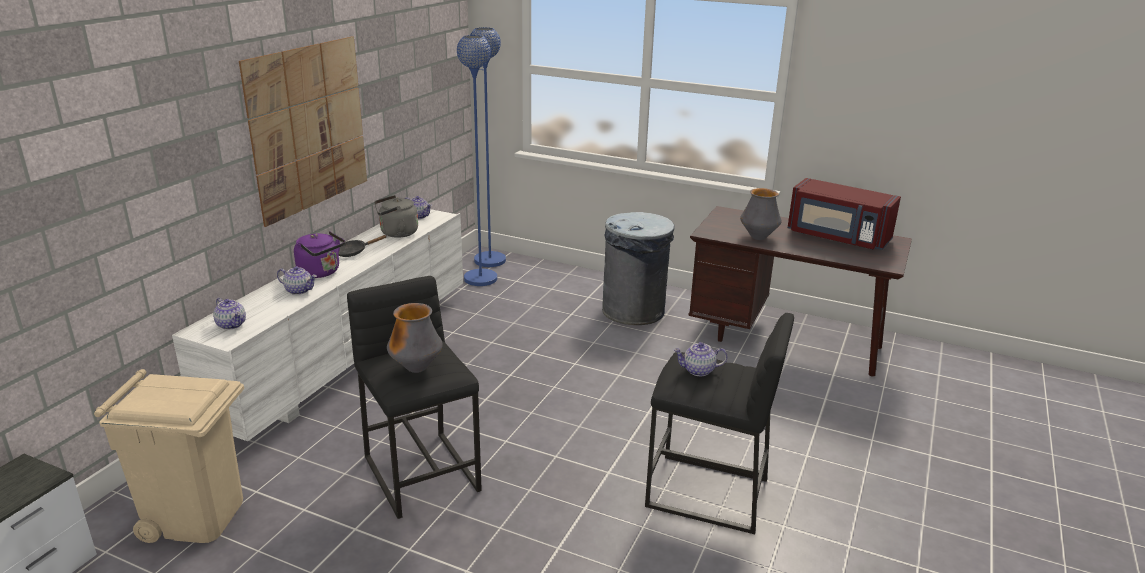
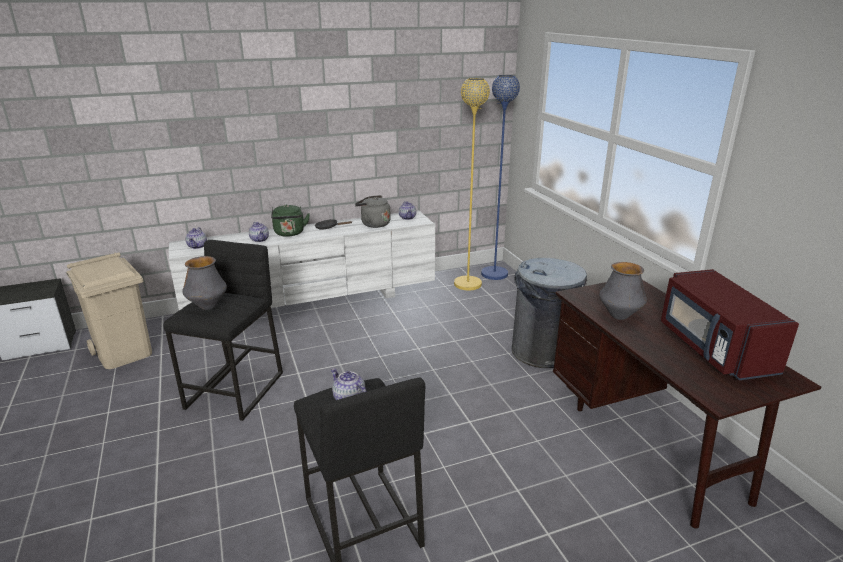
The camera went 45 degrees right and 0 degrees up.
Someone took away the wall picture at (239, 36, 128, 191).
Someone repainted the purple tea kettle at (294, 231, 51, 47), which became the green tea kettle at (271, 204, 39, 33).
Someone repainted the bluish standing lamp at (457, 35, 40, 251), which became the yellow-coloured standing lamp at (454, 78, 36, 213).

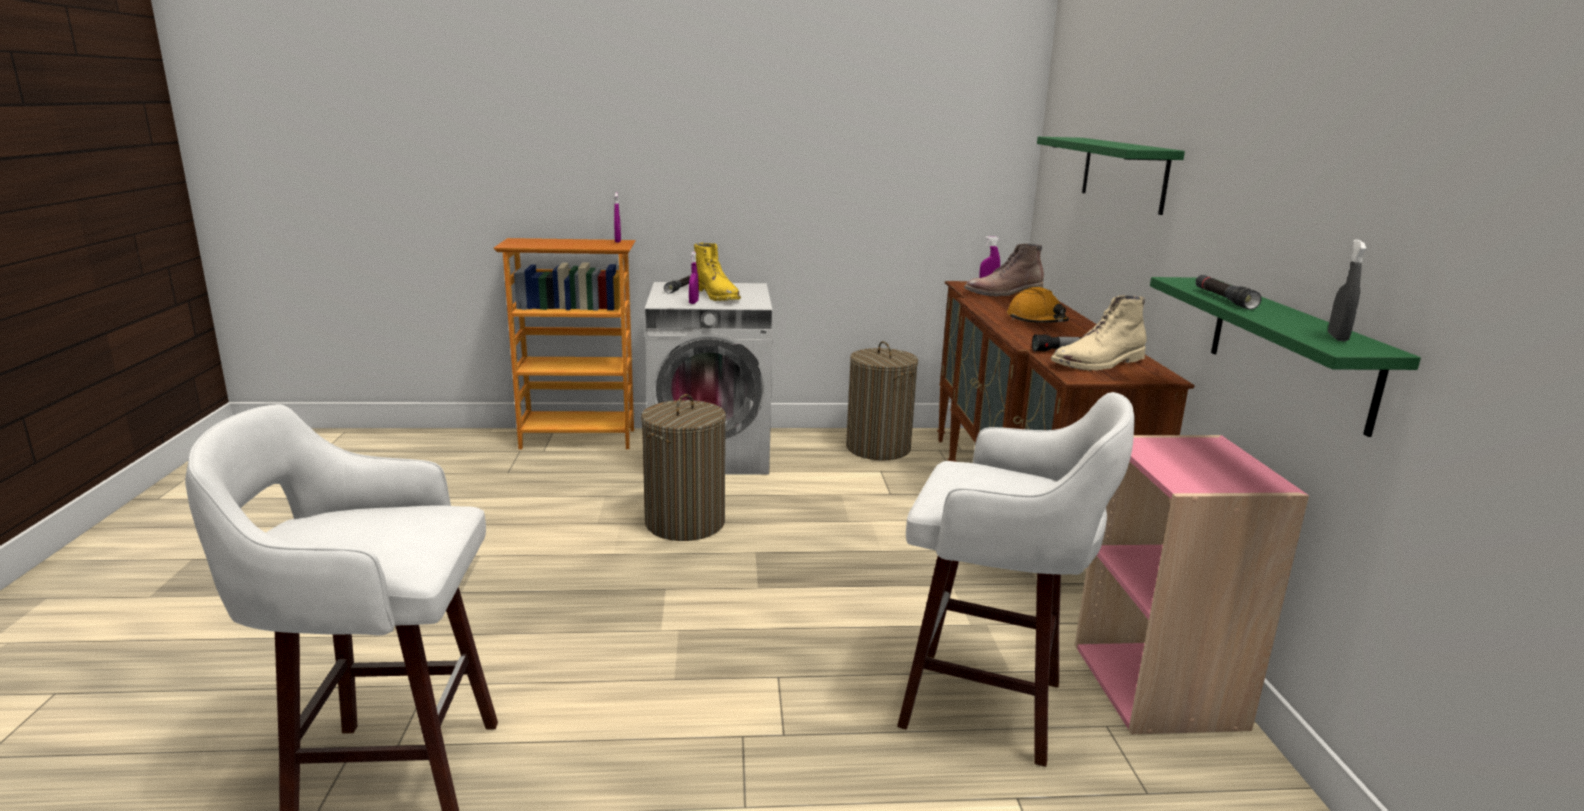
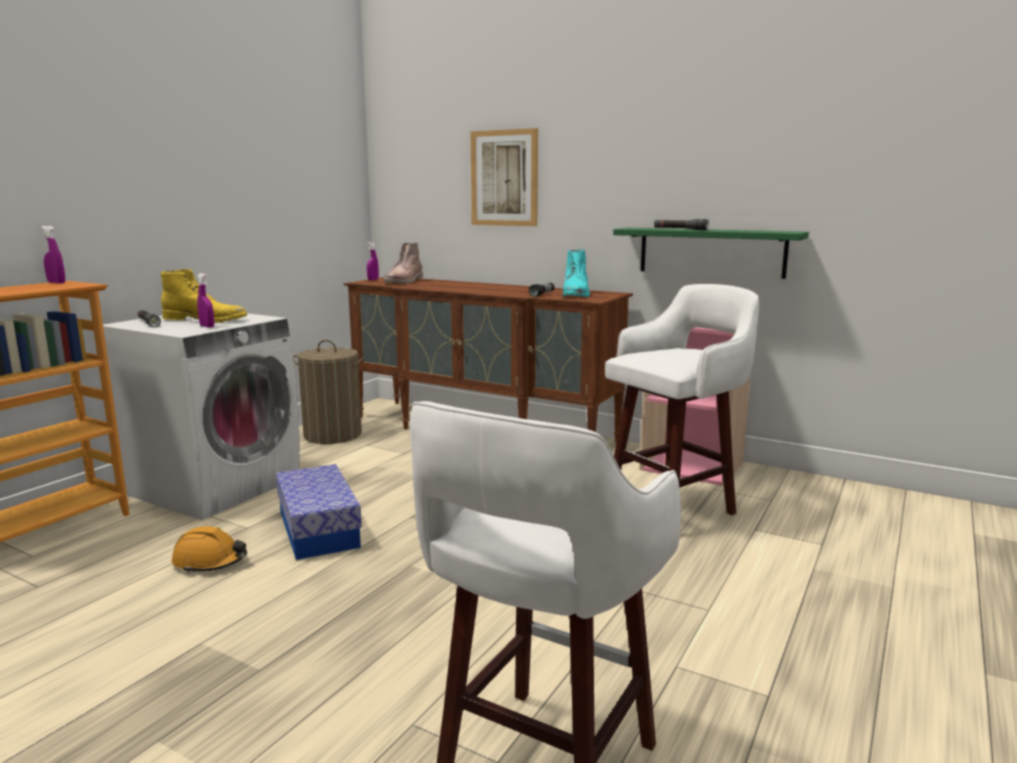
The camera went 55 degrees left and 5 degrees down.
Someone took away the greyish sprayer at (1328, 240, 39, 101).
Someone carried the orange-coloured hard hat from (1007, 287, 62, 36) to (171, 526, 76, 48).
Someone swapped the hamper at (641, 394, 85, 147) for the storage bin at (276, 464, 86, 96).
Someone swapped the green shelf at (1037, 137, 148, 78) for the wall picture at (471, 128, 67, 98).
Someone repainted the beige-coloured boot at (1051, 295, 96, 76), which became the turquoise-coloured boot at (563, 249, 27, 48).

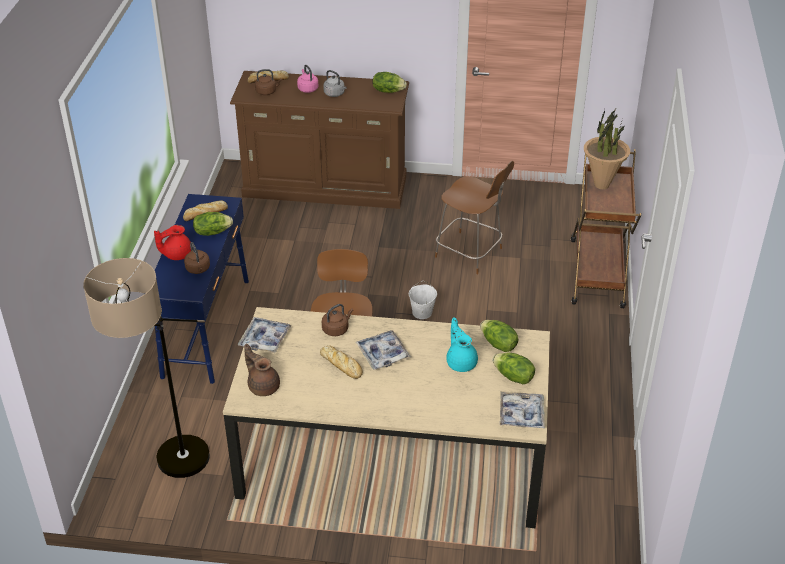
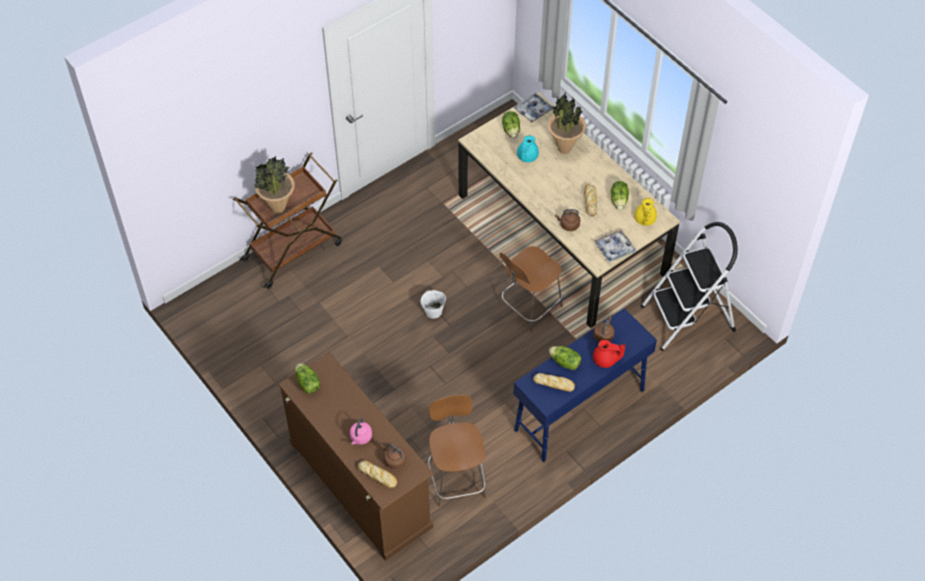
The camera went 135 degrees left and 15 degrees up.
Someone took away the greyish tea kettle at (323, 70, 24, 27).
Someone took away the serving tray at (356, 330, 55, 40).
Someone put down the houseplant at (547, 92, 39, 62).
Someone carried the brownish upright chair from (435, 161, 79, 113) to (428, 395, 58, 112).
Someone carried the lettuce from (480, 320, 39, 32) to (611, 181, 18, 29).
Someone swapped the standing lamp at (83, 258, 127, 220) for the step ladder at (641, 222, 97, 129).
Someone repainted the brownish tea pot at (244, 344, 36, 52), which became the yellow-coloured tea pot at (634, 198, 23, 28).

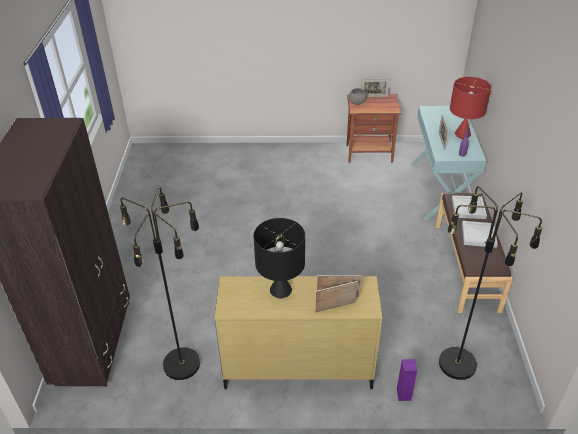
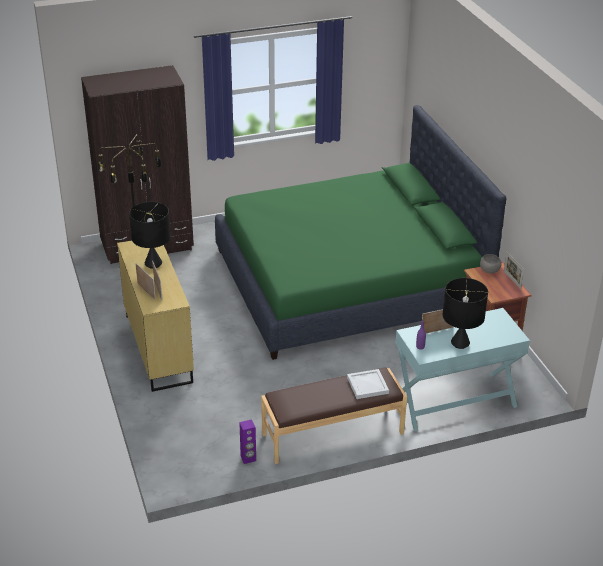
The camera went 70 degrees right and 5 degrees down.
Someone took away the standing lamp at (439, 186, 103, 194).
Someone took away the whitish serving tray at (462, 221, 36, 27).
Someone put down the green bed at (215, 105, 291, 255).
Someone carried the purple audio speaker from (397, 359, 20, 42) to (239, 419, 17, 45).
Someone repainted the reddish table lamp at (450, 77, 41, 62), which became the blackish table lamp at (443, 278, 45, 71).

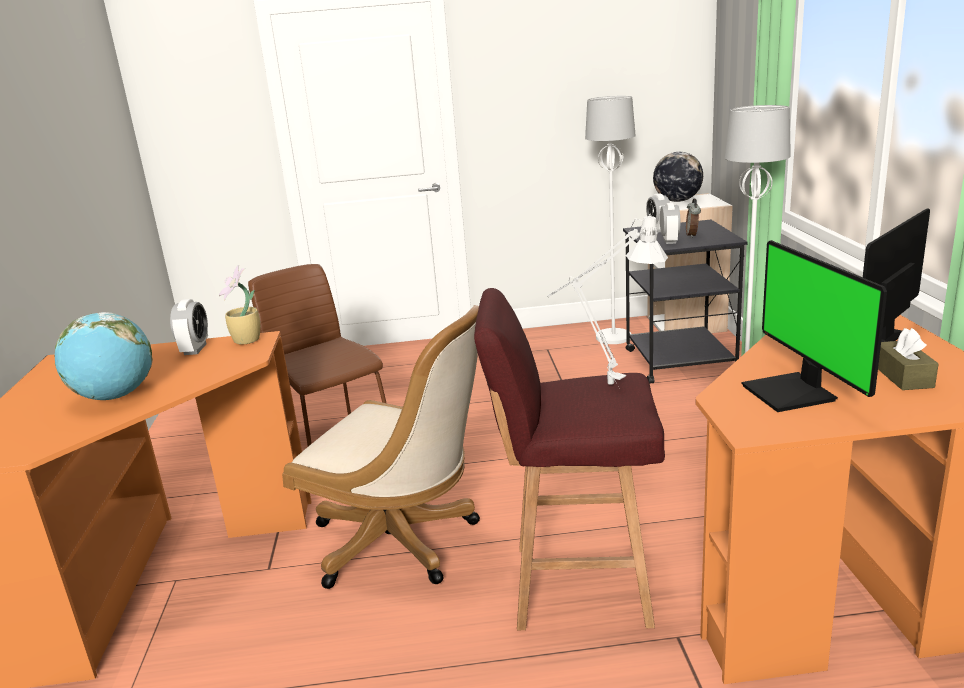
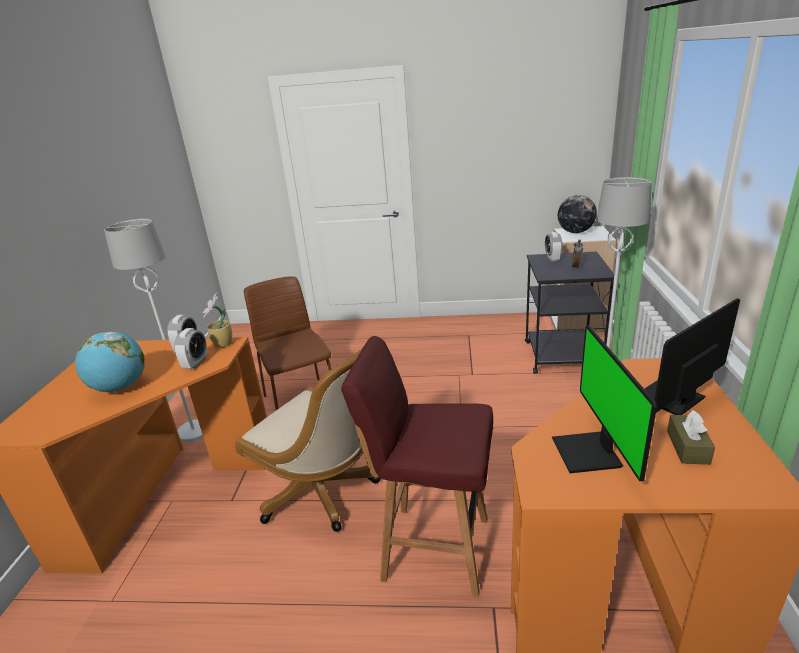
The camera went 10 degrees right and 5 degrees up.
Someone took away the greyish table lamp at (547, 214, 121, 171).
Someone carried the whitish standing lamp from (585, 96, 51, 248) to (104, 219, 99, 223).
Someone carried the alarm clock from (660, 203, 20, 41) to (174, 328, 34, 41).

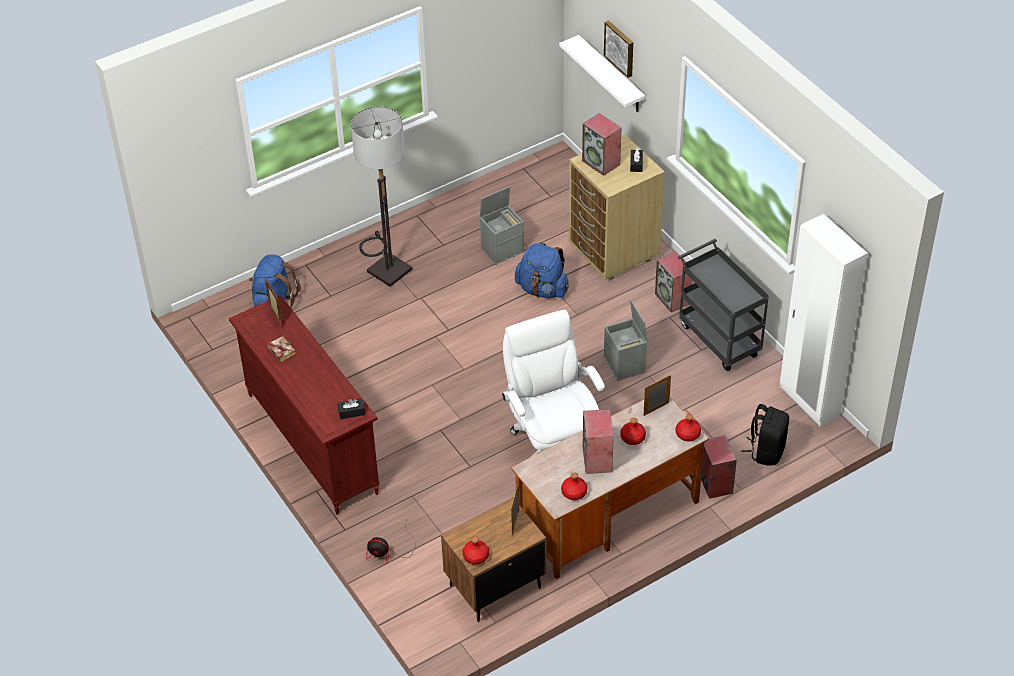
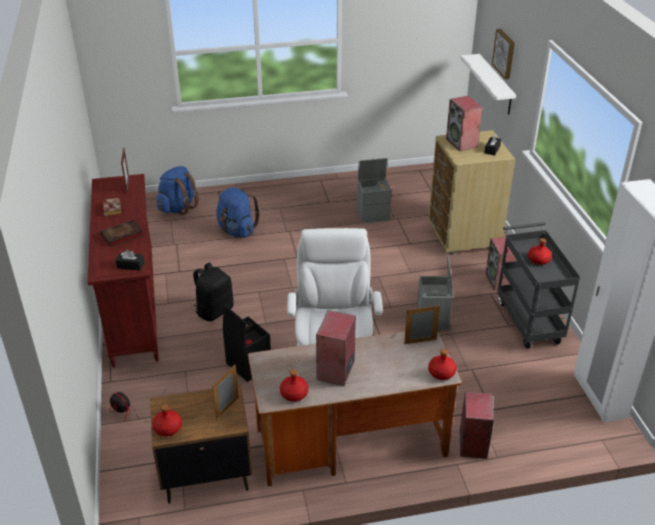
The camera went 20 degrees right and 10 degrees down.
Someone took away the standing lamp at (351, 106, 61, 181).
Someone put down the bound book at (100, 220, 44, 27).
Someone put down the blackish storage bin at (223, 304, 48, 78).
Someone carried the bluish rucksack from (515, 243, 54, 55) to (216, 187, 44, 51).
Someone carried the reddish beverage bottle from (620, 418, 26, 27) to (528, 238, 24, 27).
Someone carried the blackish rucksack from (742, 404, 47, 62) to (193, 262, 41, 59).

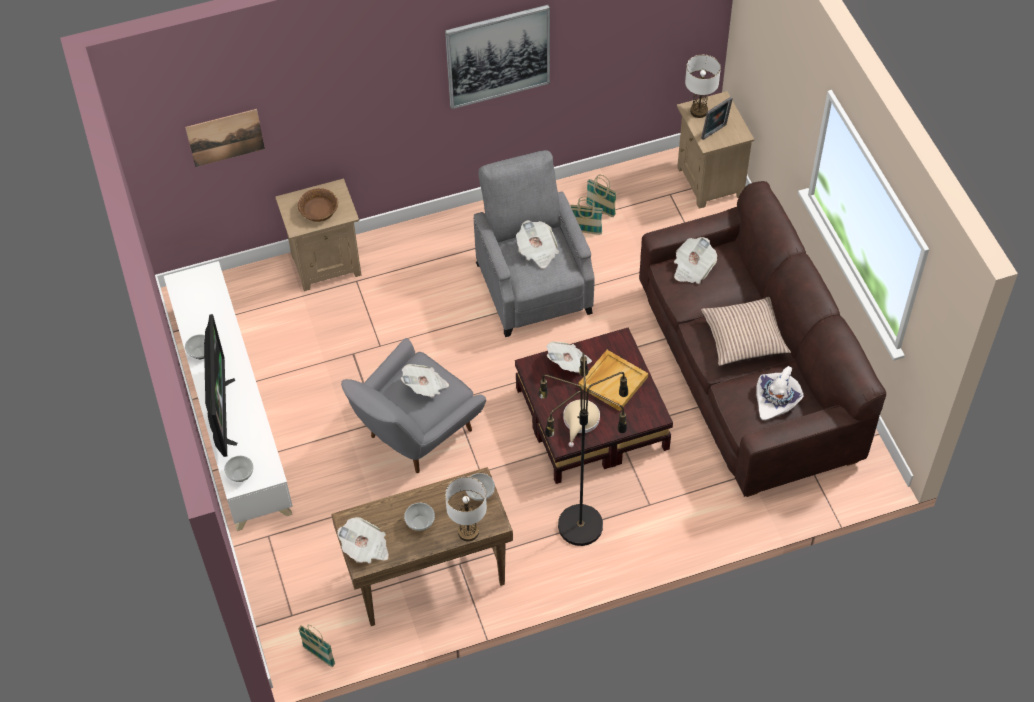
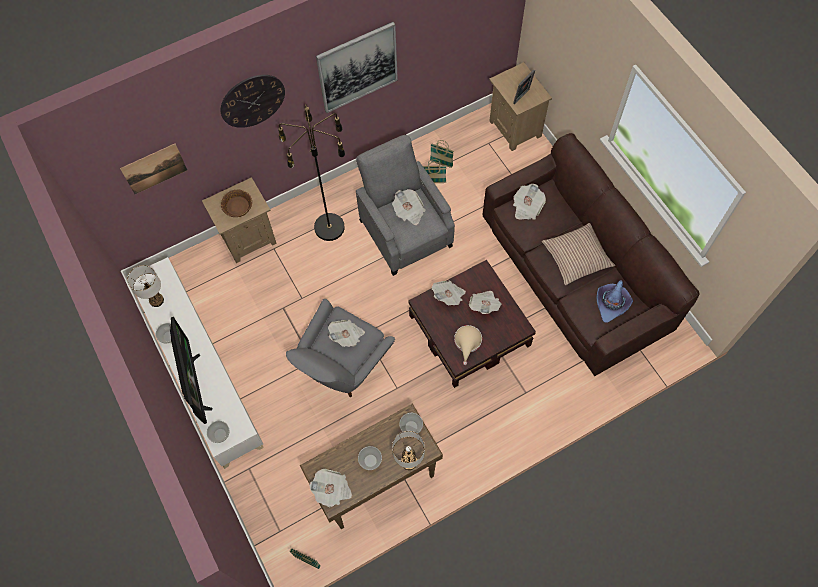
The camera went 10 degrees left and 10 degrees up.
Someone put up the wall clock at (221, 75, 64, 53).
Someone carried the standing lamp from (539, 353, 89, 193) to (278, 104, 67, 137).
Someone carried the table lamp from (685, 55, 36, 63) to (127, 265, 37, 42).
Someone swapped the beige-coloured serving tray at (578, 350, 70, 61) for the newspaper at (469, 291, 32, 23).
Someone repainted the whitish hat at (756, 366, 48, 54), which became the purple hat at (596, 280, 37, 43).

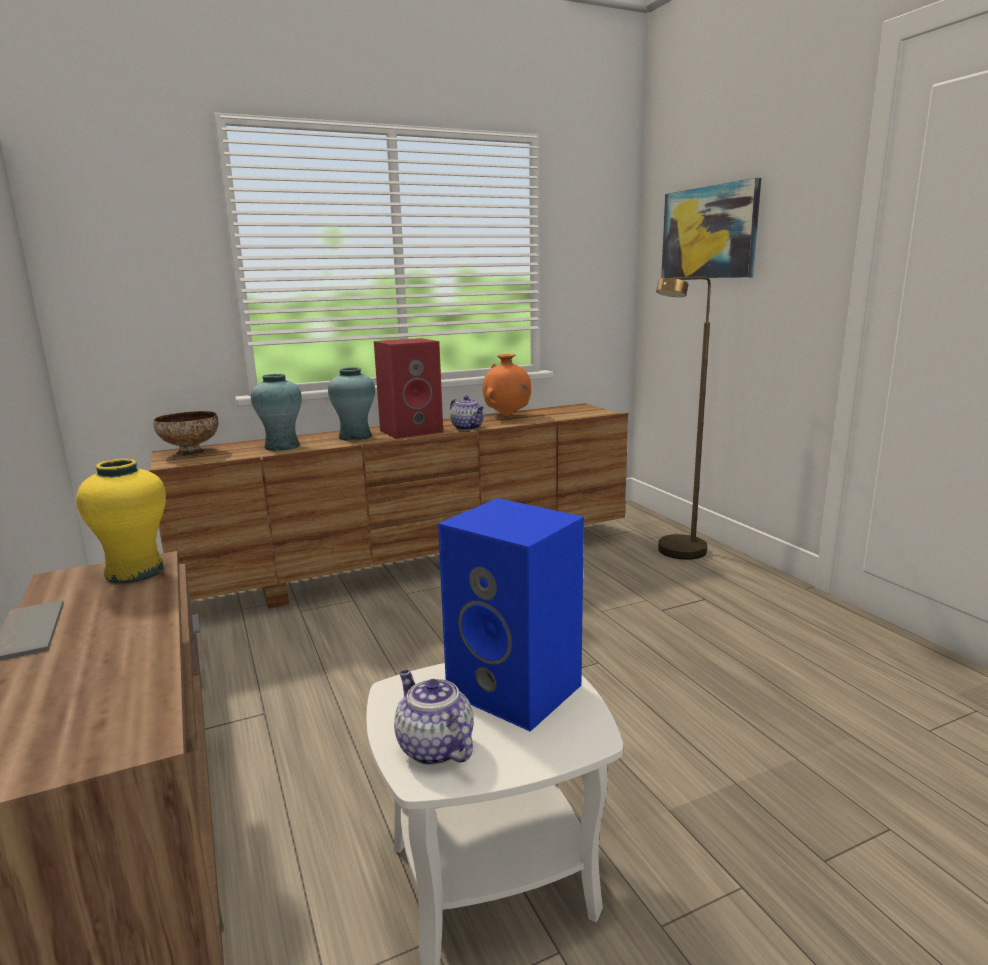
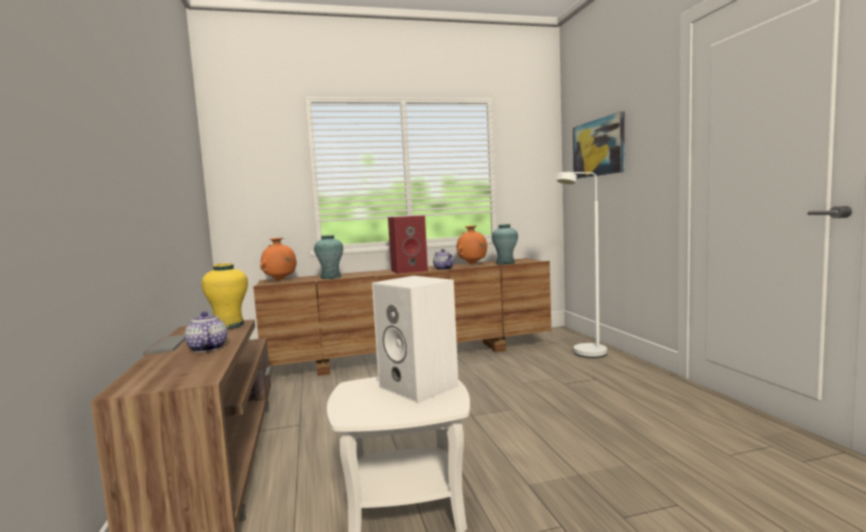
The camera went 10 degrees right and 10 degrees down.
Someone carried the turquoise-coloured decorative vase from (328, 367, 47, 74) to (492, 224, 26, 41).
Someone carried the tea pot from (394, 670, 80, 95) to (184, 312, 43, 40).
Someone swapped the bowl at (153, 411, 65, 44) for the orange-coloured decorative vase at (260, 238, 37, 42).
Someone repainted the bluish audio speaker at (438, 498, 146, 234), which became the whitish audio speaker at (372, 276, 87, 127).
Someone repainted the brownish standing lamp at (656, 277, 55, 283), which became the whitish standing lamp at (557, 172, 50, 186).

